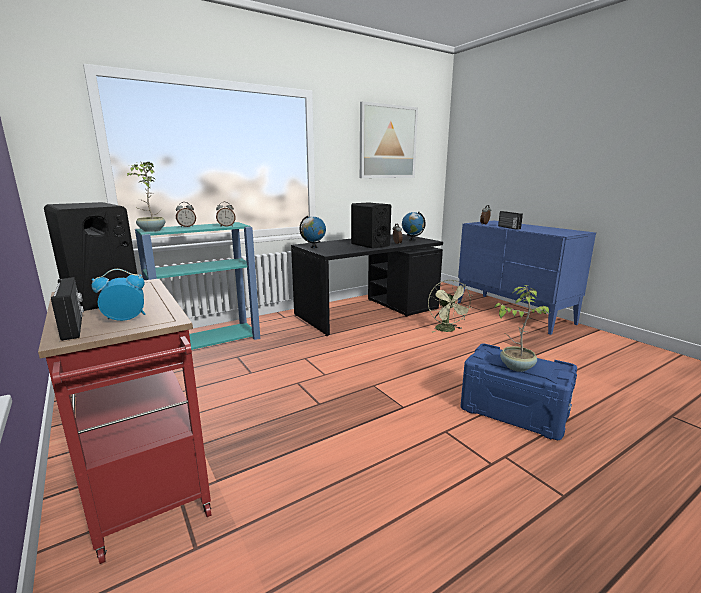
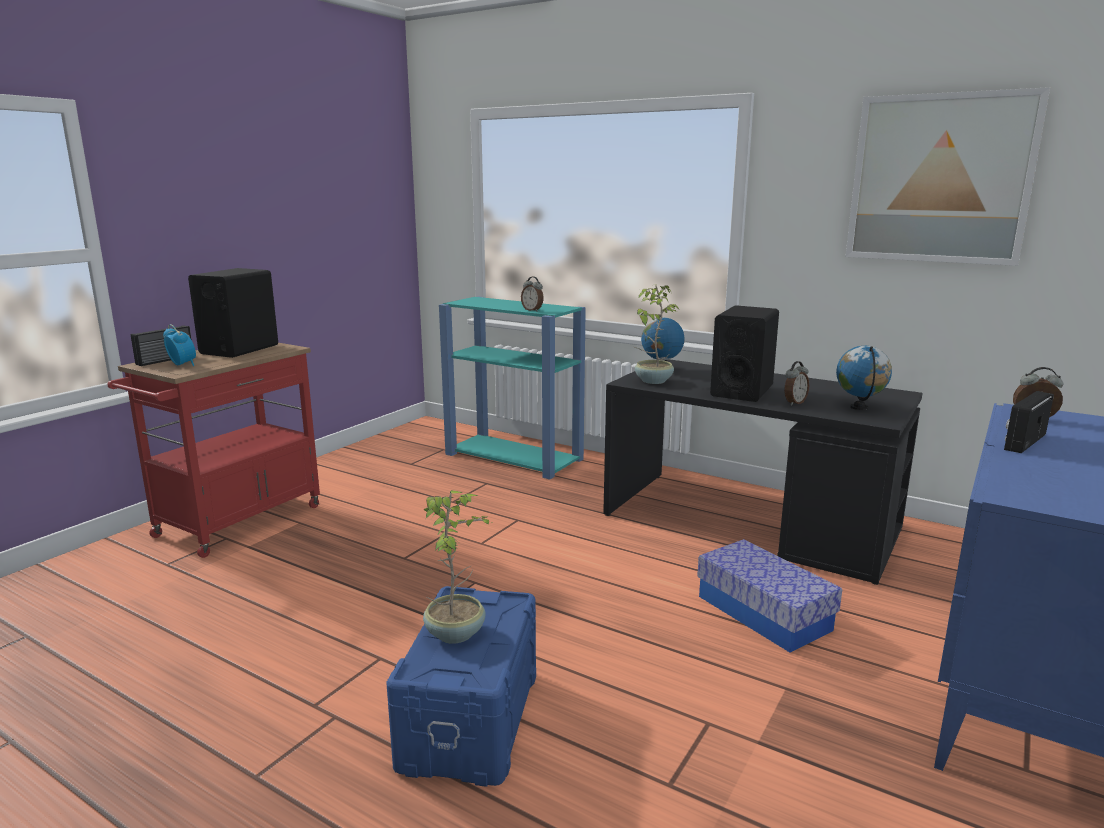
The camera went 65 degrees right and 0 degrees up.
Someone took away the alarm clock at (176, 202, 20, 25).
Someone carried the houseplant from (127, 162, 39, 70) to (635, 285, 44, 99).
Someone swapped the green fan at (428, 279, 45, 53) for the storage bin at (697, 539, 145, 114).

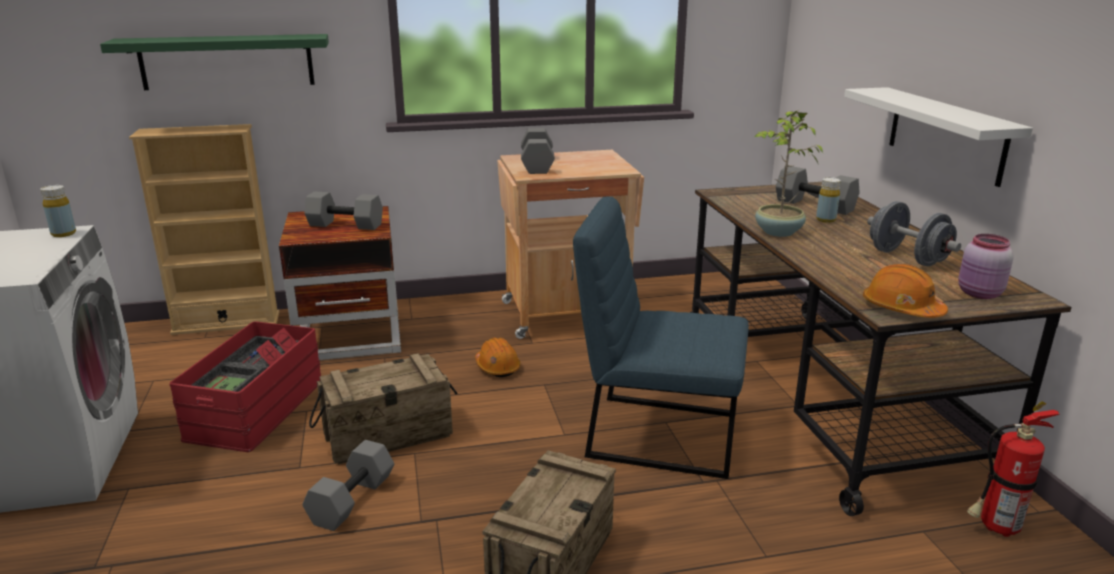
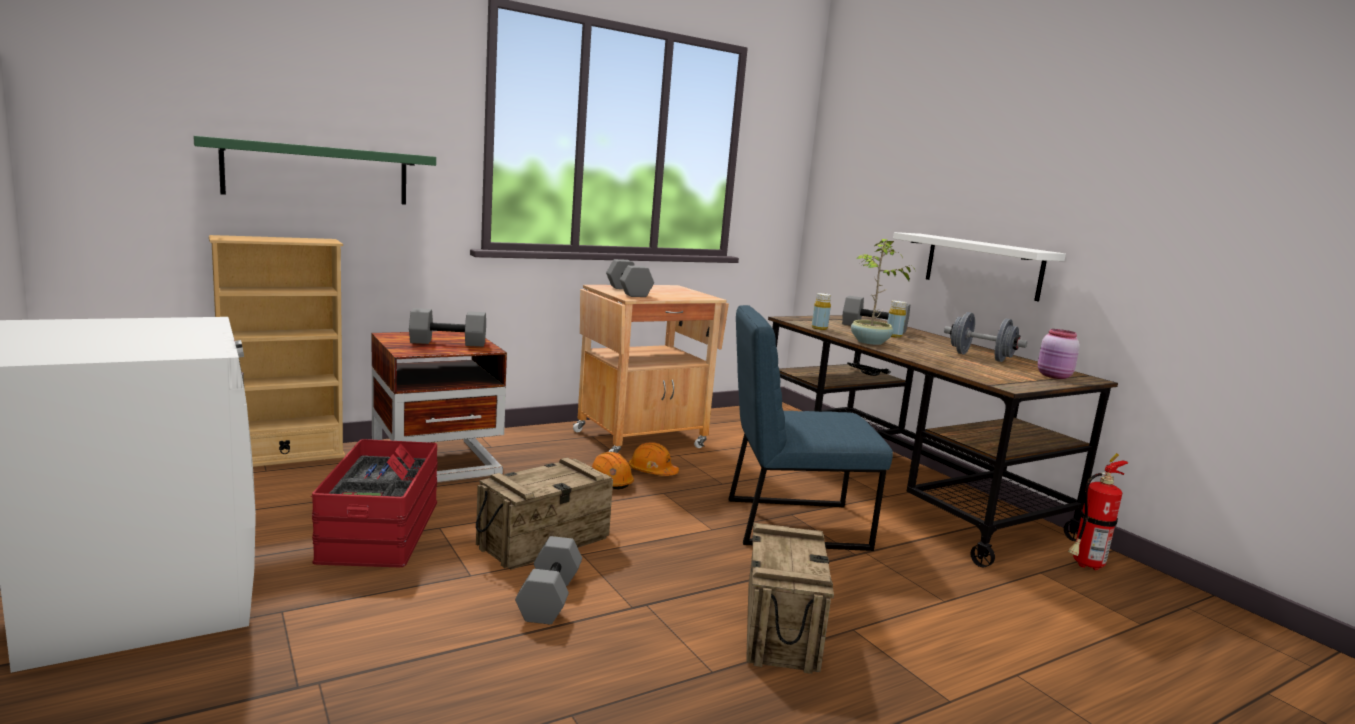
The camera went 20 degrees left and 10 degrees down.
Someone carried the yellow-coloured beverage bottle from (41, 185, 35, 52) to (812, 293, 19, 37).
Someone carried the orange-coloured hard hat from (863, 264, 85, 54) to (628, 442, 51, 34).

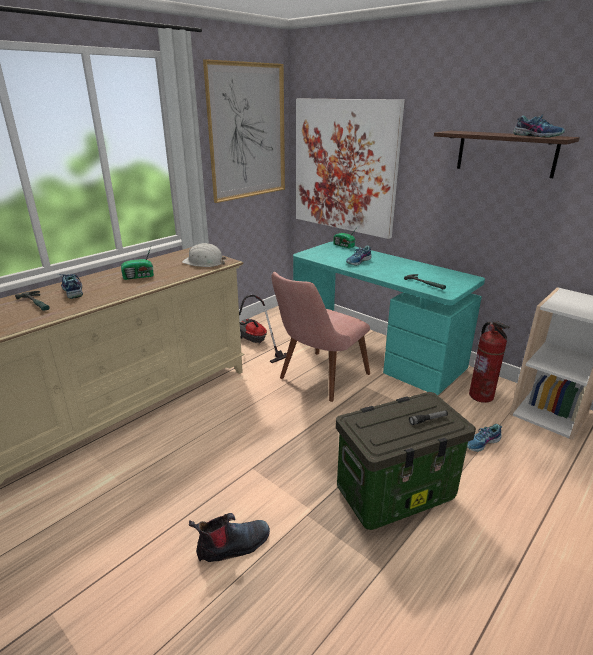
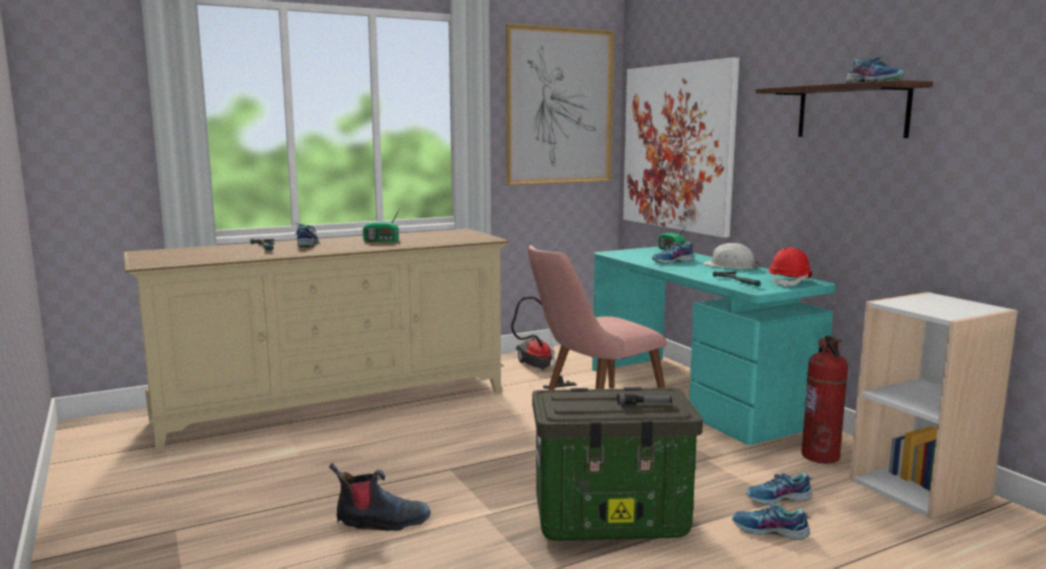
The camera went 20 degrees right and 15 degrees down.
Someone put down the item of footwear at (732, 504, 78, 36).
Someone put down the reddish hard hat at (769, 248, 43, 39).
Someone carried the whitish hard hat from (182, 243, 44, 24) to (703, 243, 57, 27).

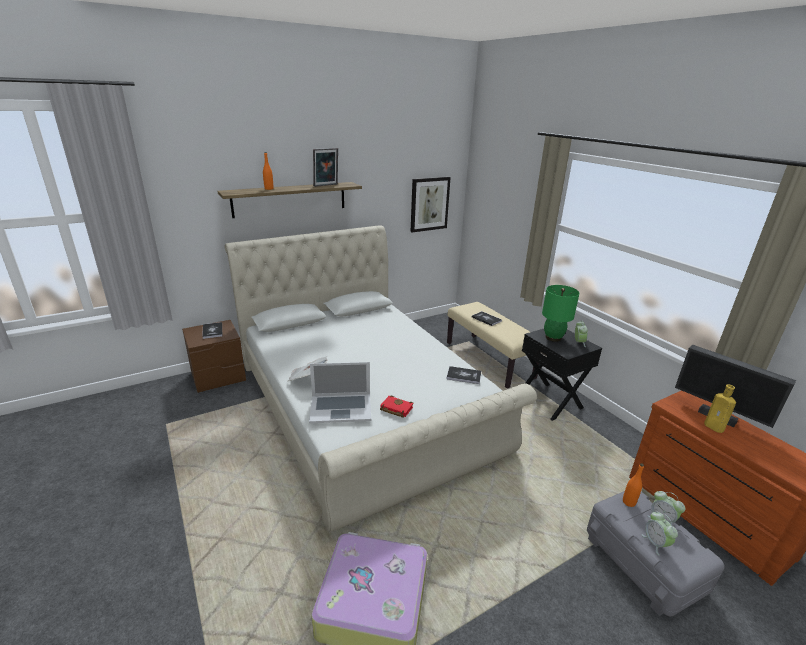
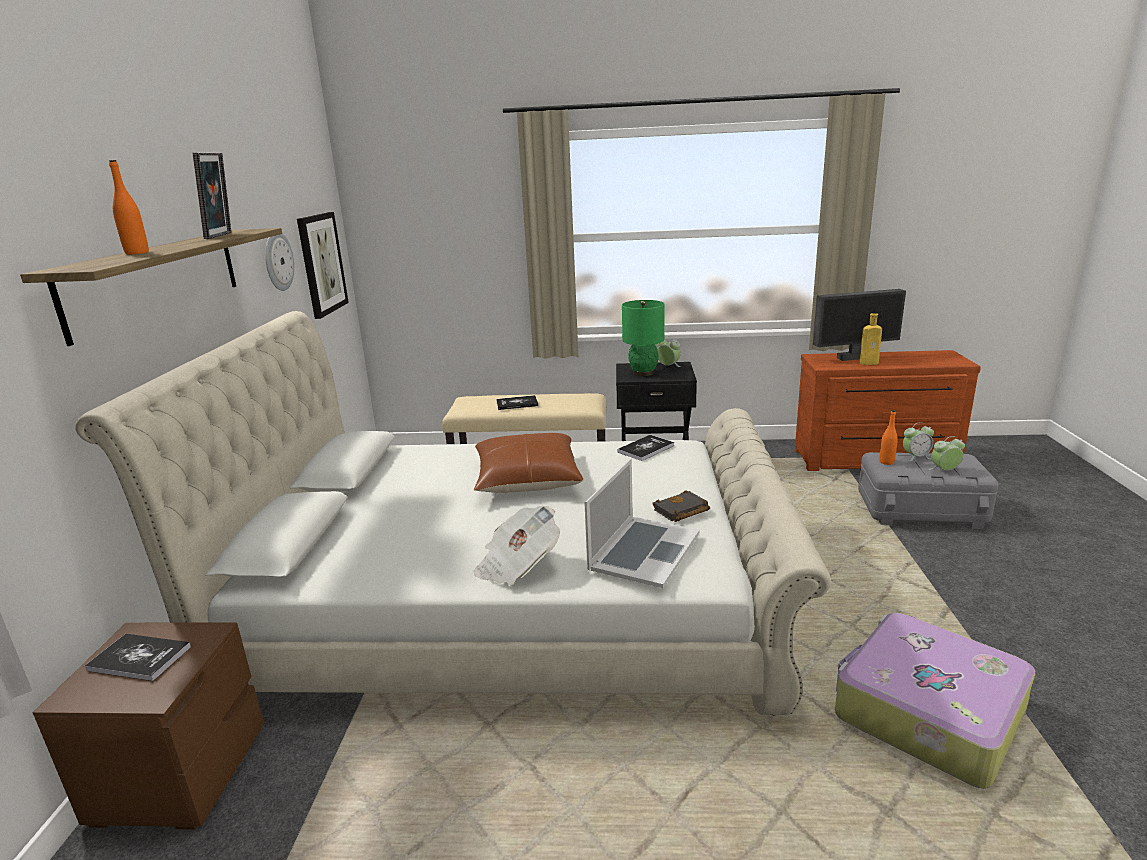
The camera went 55 degrees left and 5 degrees down.
Someone put up the wall clock at (265, 233, 29, 58).
Someone put down the brownish pillow at (474, 433, 109, 60).
Someone repainted the reddish bound book at (380, 395, 33, 23), which became the blackish bound book at (652, 490, 58, 32).
Someone rotated the alarm clock at (641, 511, 37, 45) by 150 degrees clockwise.

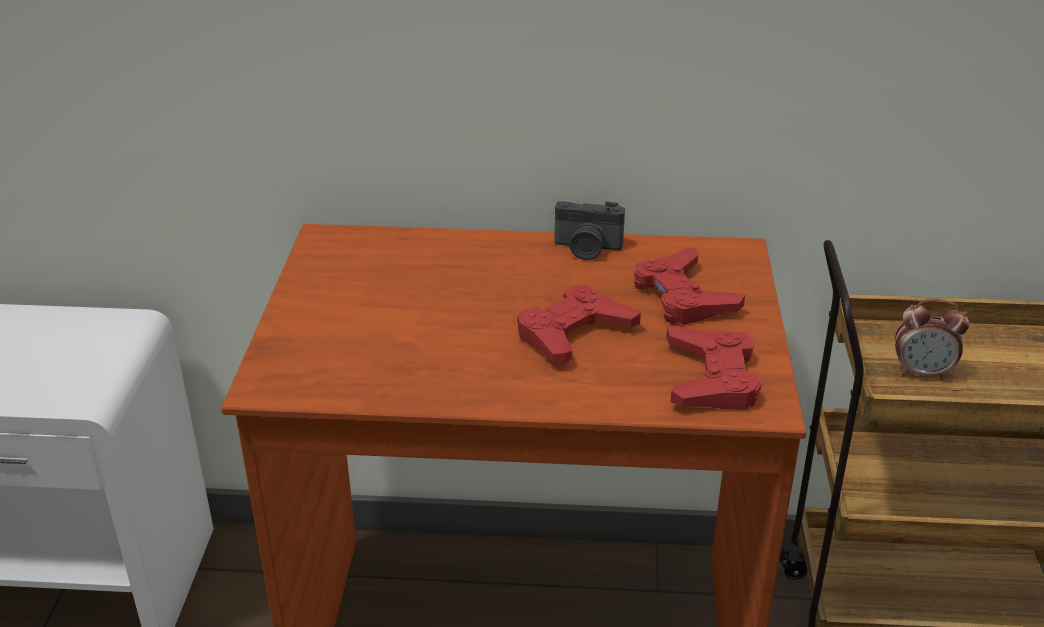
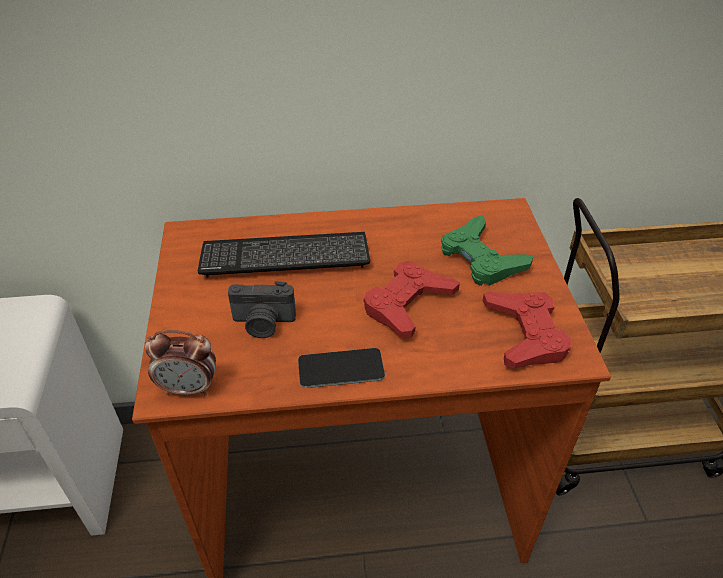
The camera went 10 degrees left and 10 degrees up.
Someone put down the keyboard at (198, 232, 172, 46).
Someone put down the handset at (298, 348, 87, 40).
Someone carried the photo camera from (554, 201, 71, 59) to (228, 281, 68, 57).
Someone carried the alarm clock from (895, 299, 74, 81) to (145, 330, 71, 66).
Someone repainted the reddish gamepad at (634, 247, 111, 78), which became the green gamepad at (441, 215, 92, 71).

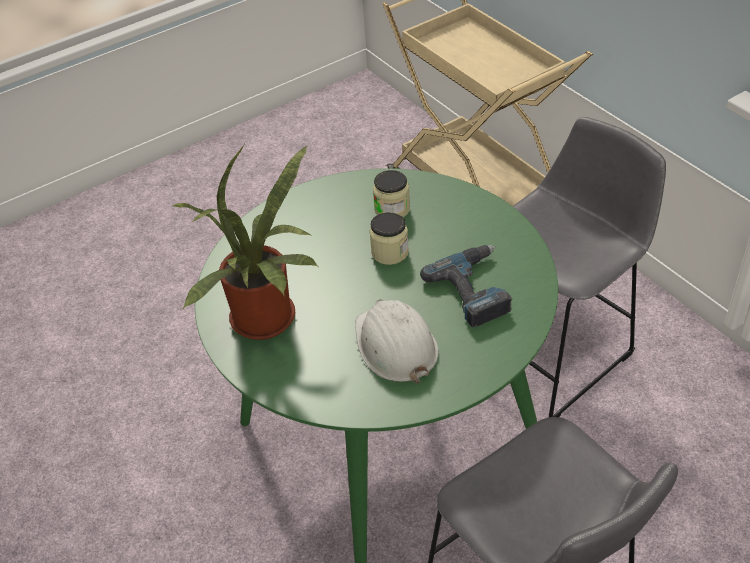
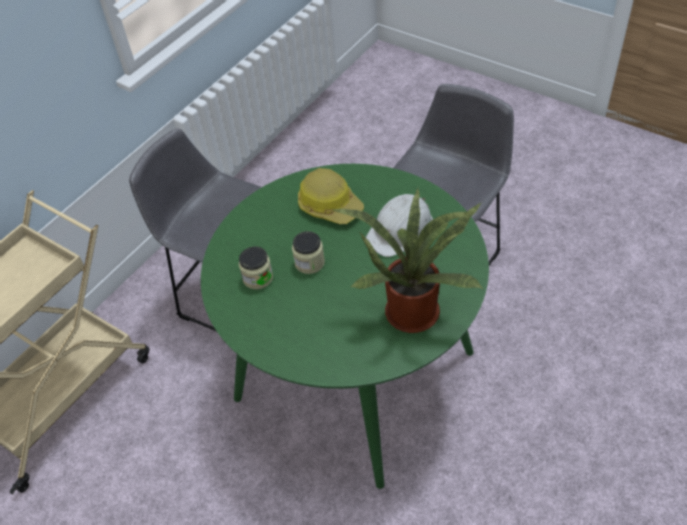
The camera went 110 degrees left and 5 degrees up.
Someone swapped the drill at (420, 245, 93, 82) for the hard hat at (298, 168, 66, 56).

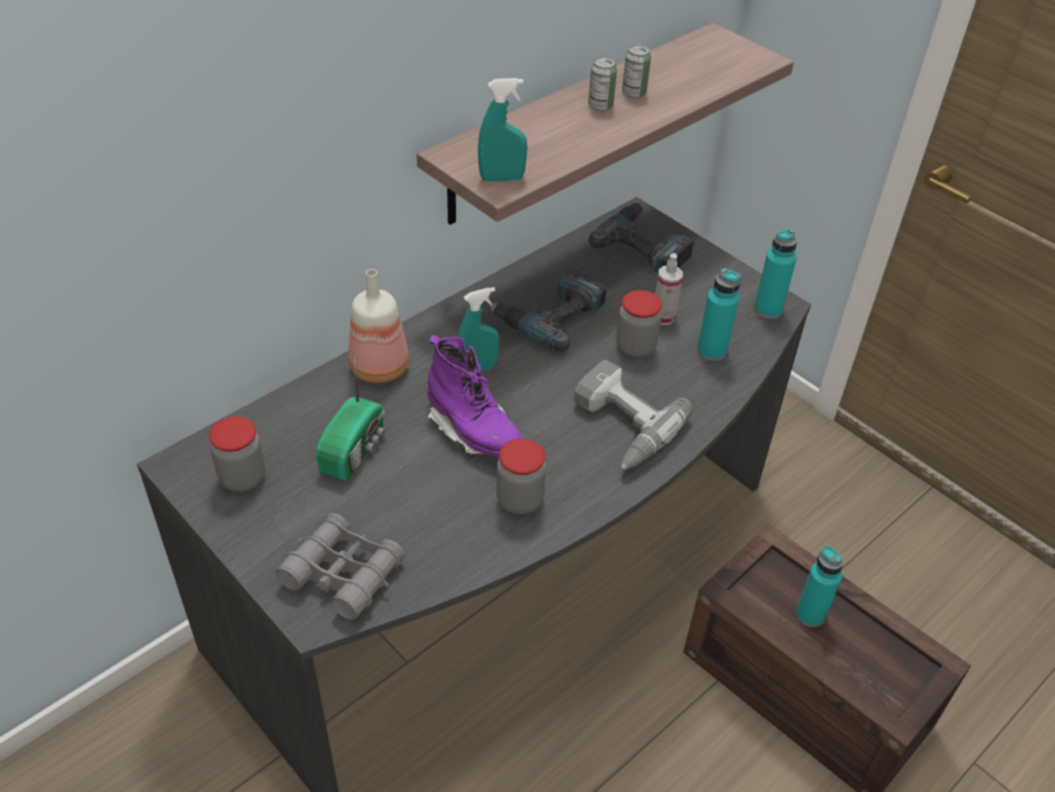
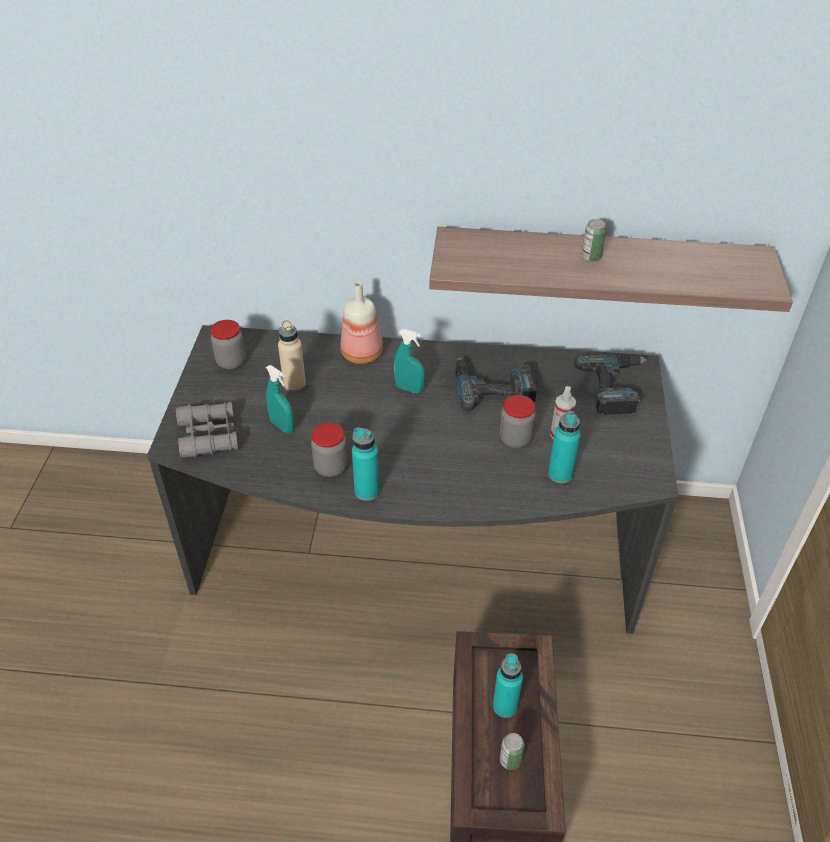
The camera went 50 degrees right and 0 degrees up.
Someone took away the purple boot at (427, 335, 96, 122).
Someone took away the drill at (574, 360, 119, 109).
Someone carried the turquoise-coloured sprayer from (478, 78, 50, 103) to (266, 365, 28, 68).
Someone carried the sealed can from (622, 45, 29, 53) to (500, 733, 25, 37).
Someone carried the turquoise-coloured beverage bottle from (754, 229, 43, 90) to (352, 427, 28, 74).
Someone swapped the radio set at (316, 356, 69, 125) for the beige-coloured beverage bottle at (278, 320, 28, 72).

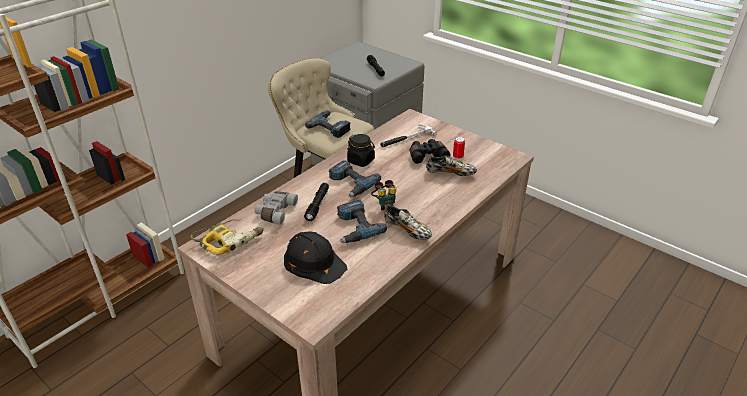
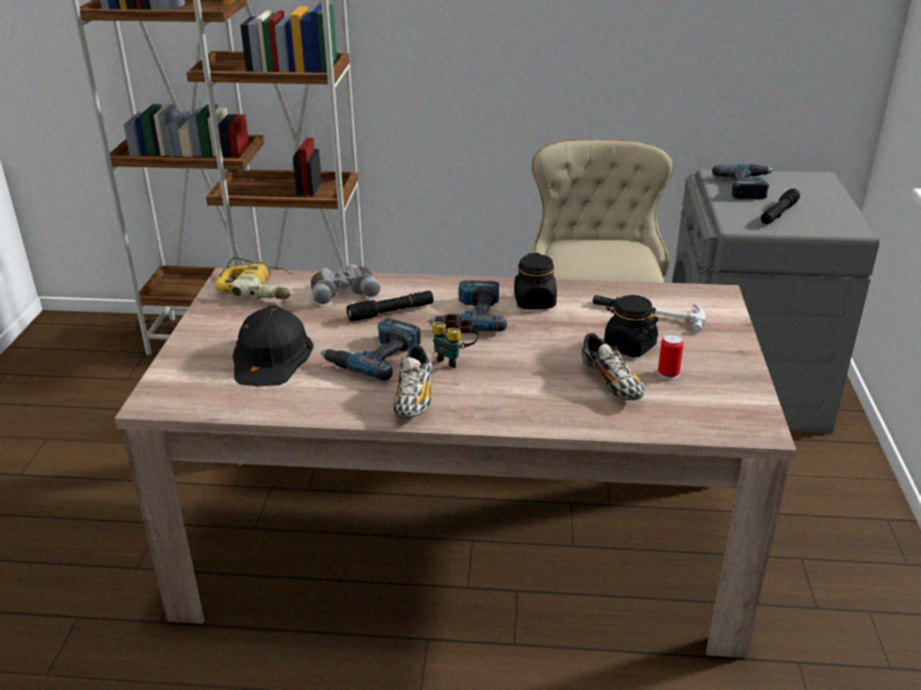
The camera went 55 degrees right and 5 degrees down.
Someone carried the drill from (305, 110, 46, 28) to (712, 164, 62, 35).
Someone swapped the blackish binoculars at (410, 139, 40, 25) for the blackish storage jar at (604, 295, 54, 62).

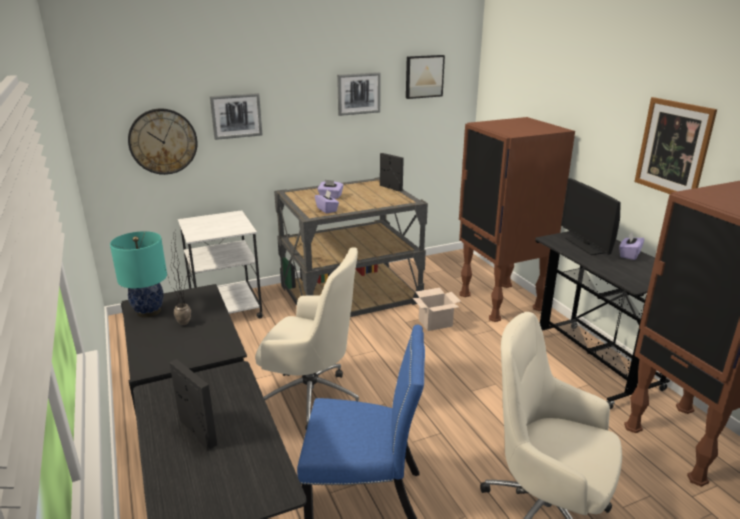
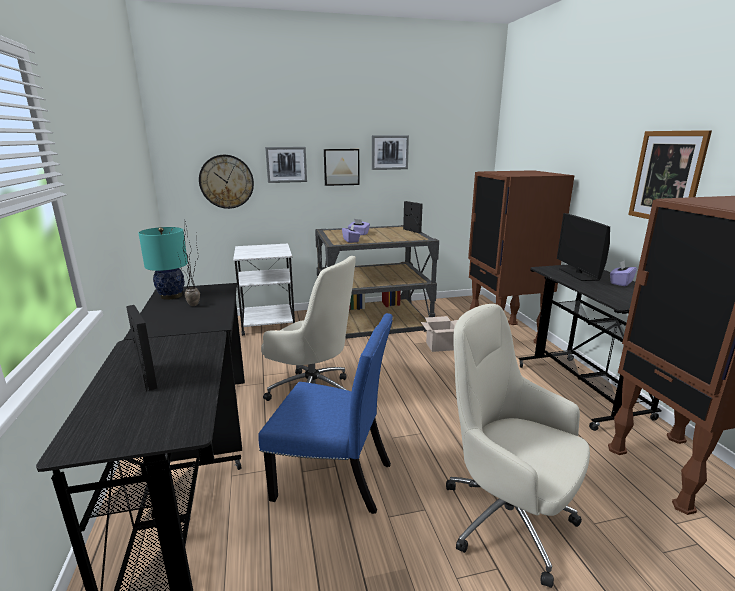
The camera went 10 degrees right and 5 degrees down.
Someone carried the wall picture from (406, 55, 39, 44) to (324, 149, 36, 37).

